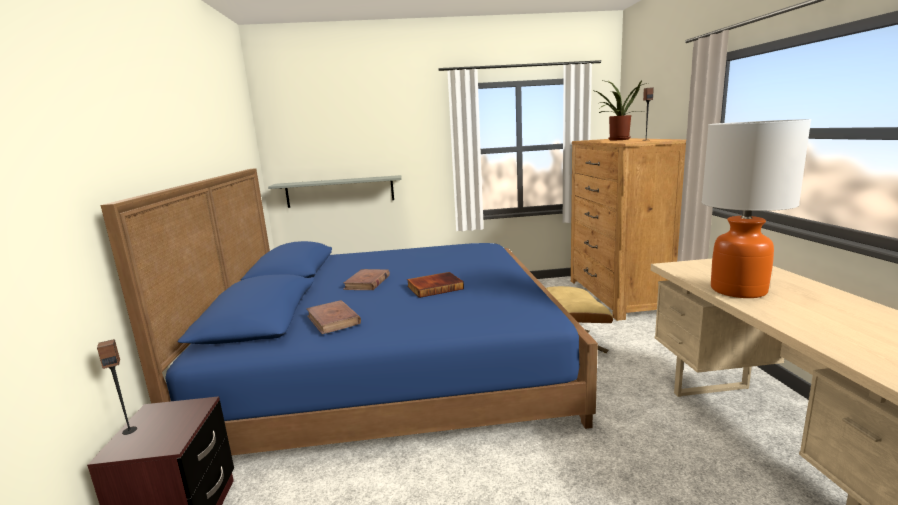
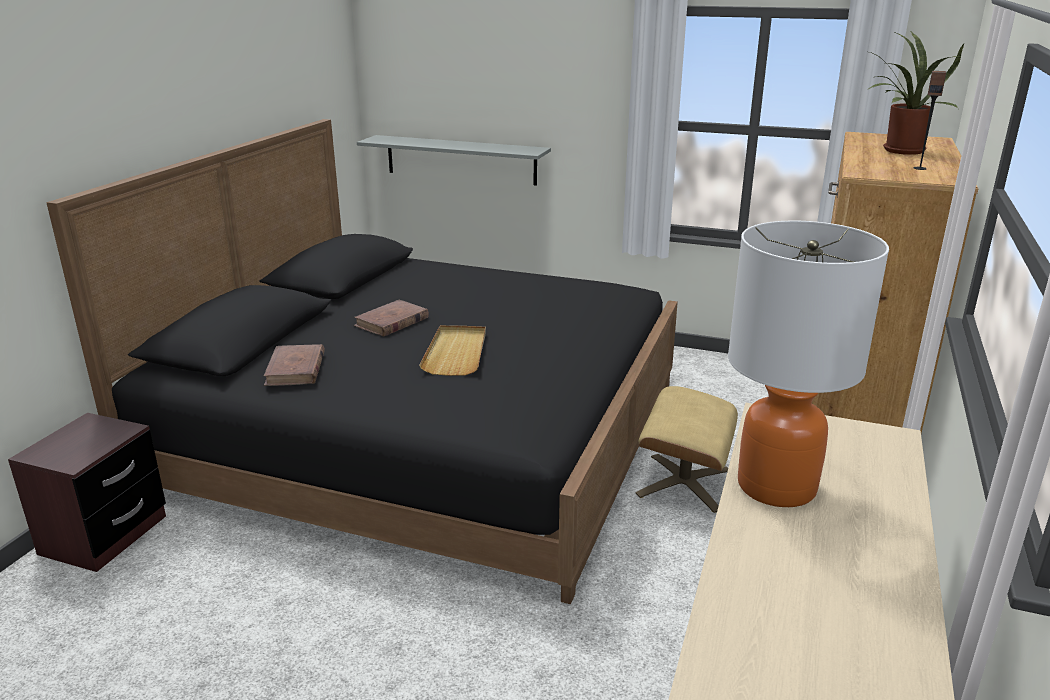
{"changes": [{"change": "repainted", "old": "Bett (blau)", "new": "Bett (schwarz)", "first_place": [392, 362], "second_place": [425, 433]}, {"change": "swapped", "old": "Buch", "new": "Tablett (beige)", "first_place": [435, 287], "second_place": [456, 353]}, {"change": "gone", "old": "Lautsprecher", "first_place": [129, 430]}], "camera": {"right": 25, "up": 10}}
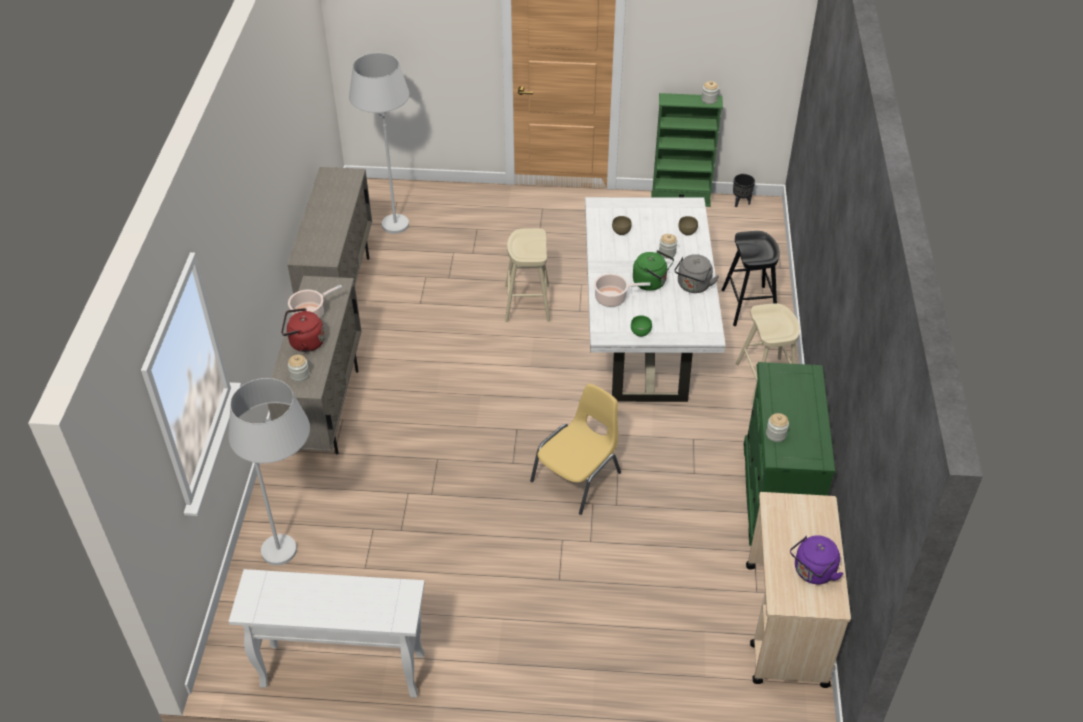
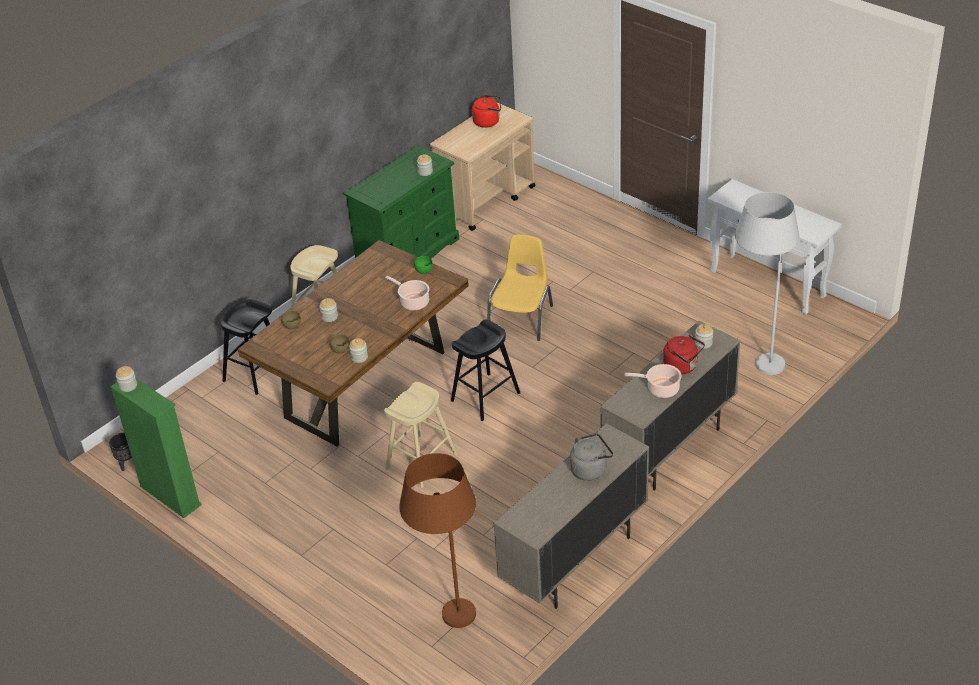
{"changes": [{"change": "repainted", "old": "Esstisch (weiß)", "new": "Esstisch (braun)", "first_place": [645, 340], "second_place": [366, 384]}, {"change": "new", "new": "Vorratsglas", "second_place": [359, 357]}, {"change": "repainted", "old": "Stehlampe (weiß)", "new": "Stehlampe (braun)", "first_place": [392, 215], "second_place": [451, 629]}, {"change": "new", "new": "Hocker (schwarz)", "second_place": [485, 397]}, {"change": "repainted", "old": "Wasserkessel (lila)", "new": "Wasserkessel (rot)", "first_place": [812, 572], "second_place": [488, 122]}, {"change": "rotated", "old": "Stuhl (gelb)", "first_place": [578, 477], "second_place": [521, 318], "degrees": 120}, {"change": "shifted", "old": "Wasserkessel (grau)", "first_place": [693, 286], "second_place": [590, 469]}, {"change": "gone", "old": "Wasserkessel (grün)", "first_place": [651, 282]}], "camera": {"right": -140, "up": -5}}
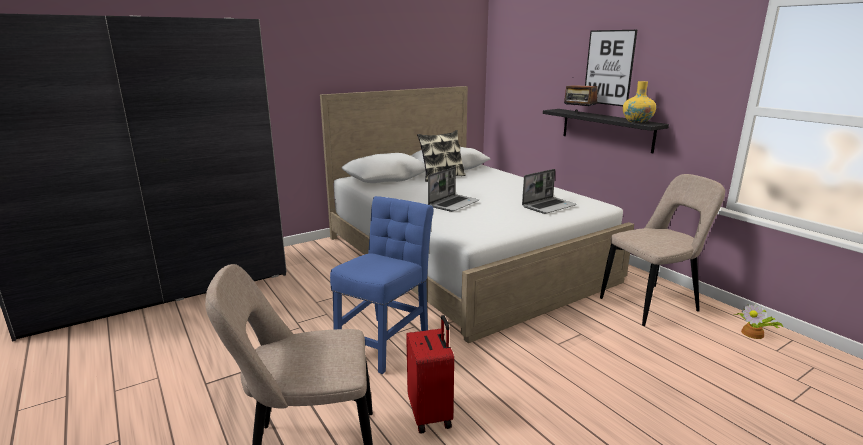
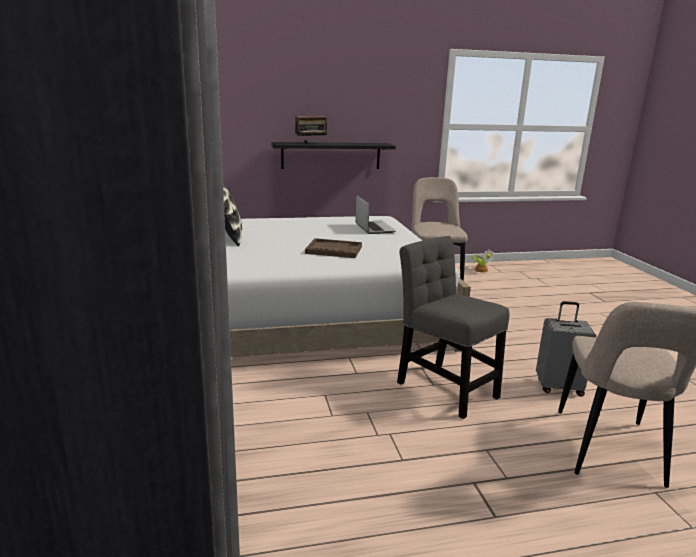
{"changes": [{"change": "swapped", "old": "Laptop", "new": "Tablett (braun)", "first_place": [453, 204], "second_place": [333, 250]}, {"change": "repainted", "old": "Stuhl (blau)", "new": "Stuhl (grau)", "first_place": [385, 341], "second_place": [443, 387]}, {"change": "repainted", "old": "Koffer (rot)", "new": "Koffer (grau)", "first_place": [431, 414], "second_place": [558, 387]}, {"change": "gone", "old": "Bild", "first_place": [609, 67]}, {"change": "gone", "old": "Vase (gelb)", "first_place": [637, 121]}], "camera": {"right": -70, "up": 0}}
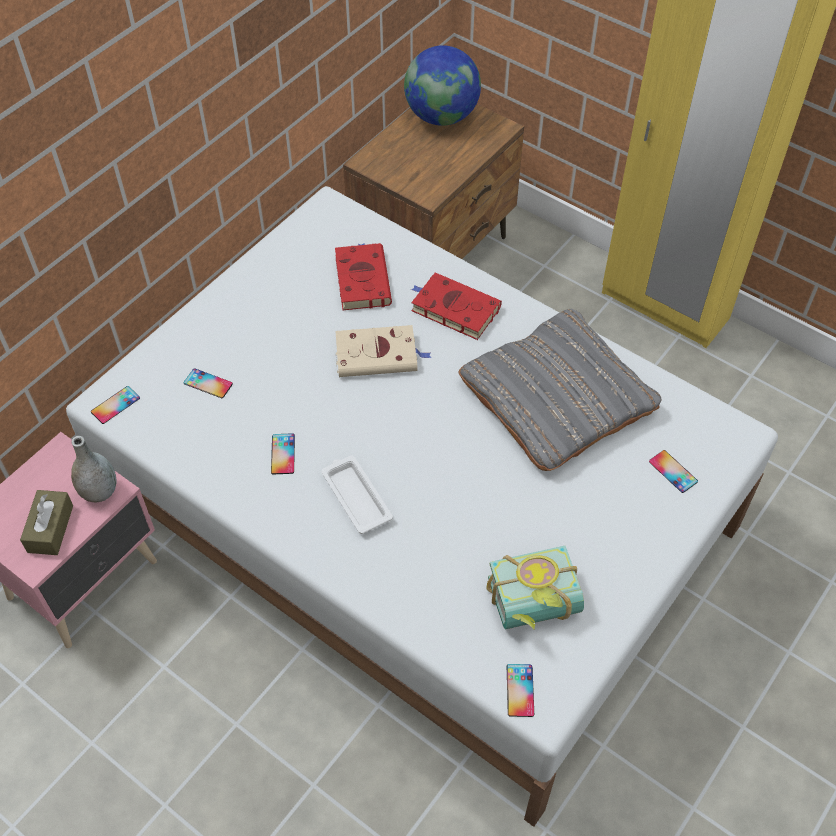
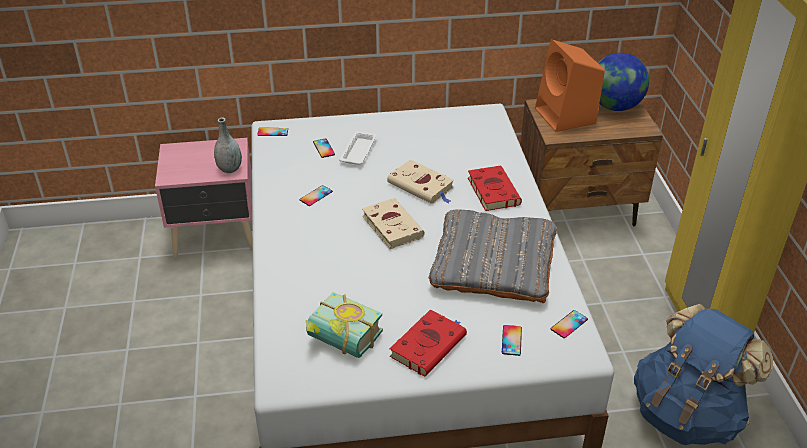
{"changes": [{"change": "shifted", "old": "Tablett (weiß)", "first_place": [355, 496], "second_place": [358, 150]}, {"change": "new", "new": "Buch (beige)", "second_place": [391, 226]}, {"change": "shifted", "old": "Buch (rot)", "first_place": [362, 279], "second_place": [429, 345]}, {"change": "new", "new": "Lautsprecher (orange)", "second_place": [566, 116]}, {"change": "shifted", "old": "Handy", "first_place": [520, 690], "second_place": [569, 324]}, {"change": "new", "new": "Rucksack (blau)", "second_place": [687, 414]}, {"change": "gone", "old": "Taschentuchbox (braun)", "first_place": [50, 528]}], "camera": {"right": 45, "up": -15}}
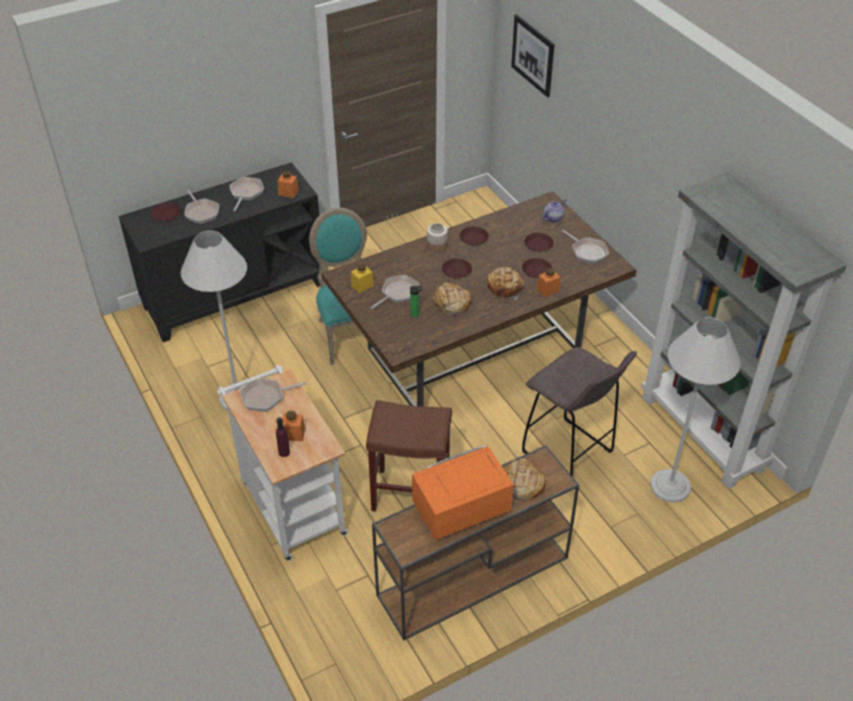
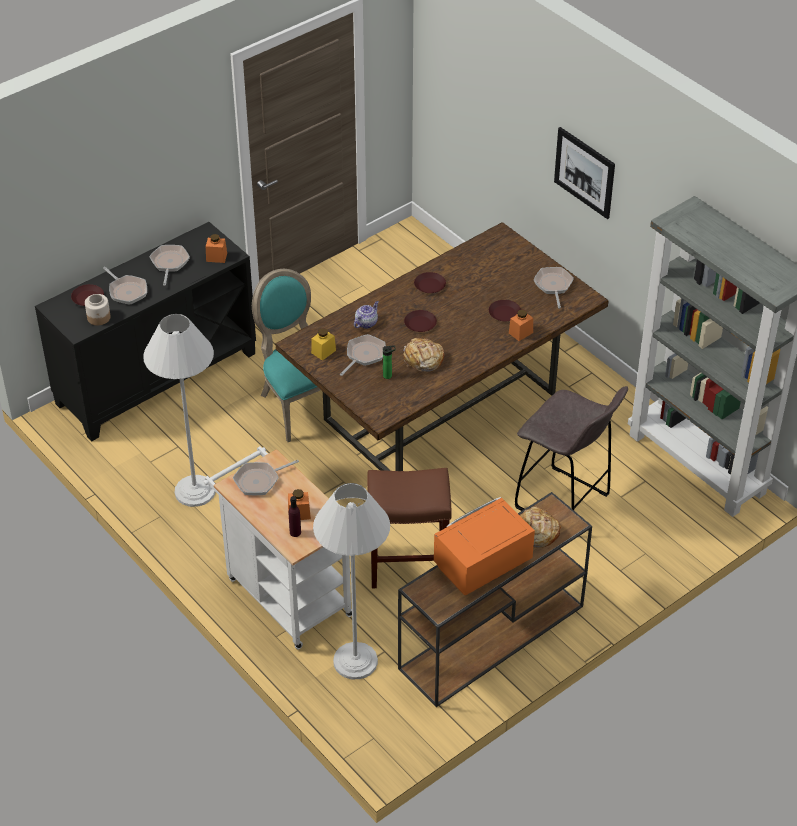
{"changes": [{"change": "shifted", "old": "Vorratsglas", "first_place": [437, 245], "second_place": [99, 318]}, {"change": "shifted", "old": "Stehlampe (weiß)", "first_place": [670, 486], "second_place": [355, 661]}, {"change": "shifted", "old": "Teekanne", "first_place": [553, 217], "second_place": [366, 323]}, {"change": "rotated", "old": "Pfanne", "first_place": [587, 251], "second_place": [553, 286], "degrees": -135}, {"change": "shifted", "old": "Bild", "first_place": [533, 55], "second_place": [584, 172]}, {"change": "gone", "old": "Brot", "first_place": [505, 287]}, {"change": "gone", "old": "Teller (braun)", "first_place": [538, 245]}], "camera": {"right": -10, "up": 0}}
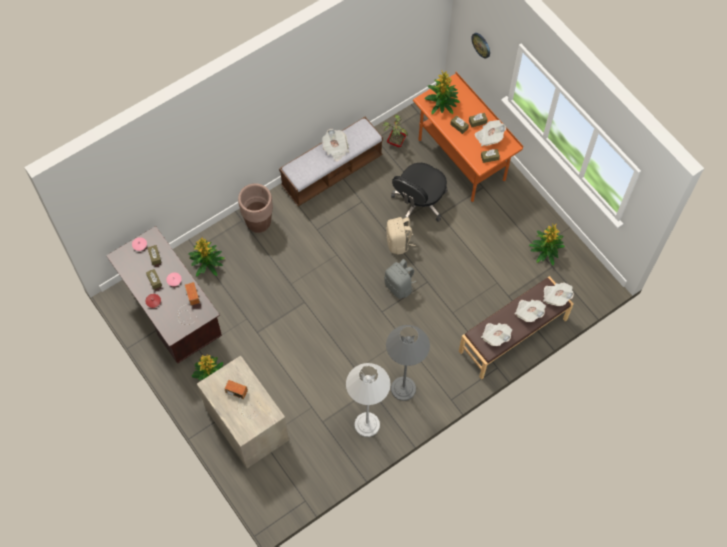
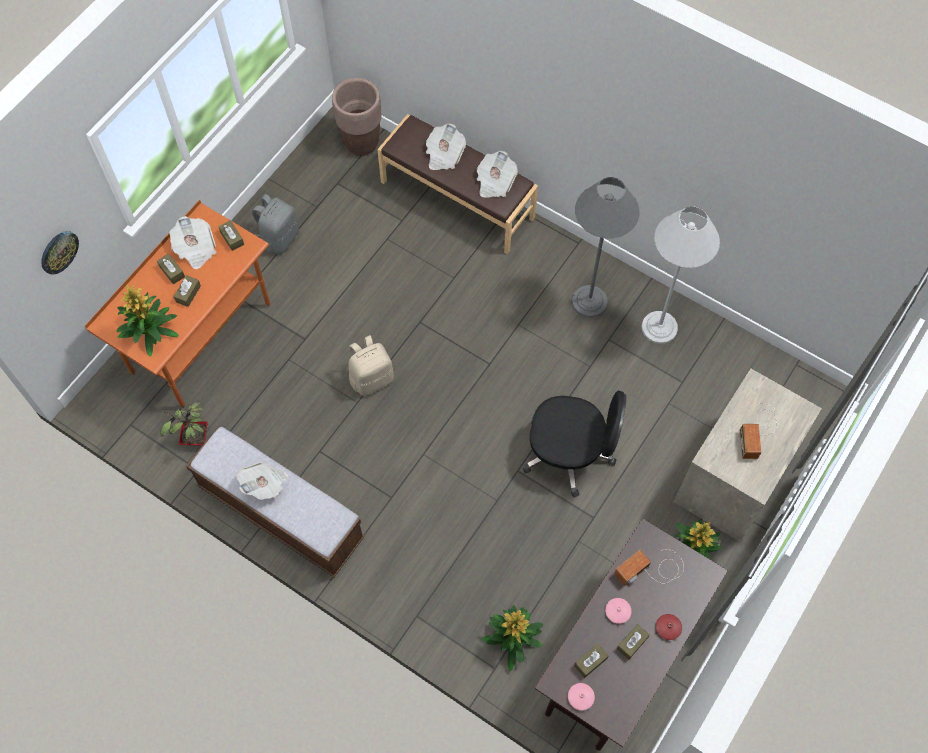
{"changes": [{"change": "shifted", "old": "Rucksack (grau)", "first_place": [399, 286], "second_place": [279, 238]}, {"change": "shifted", "old": "Pflanzkübel (braun)", "first_place": [258, 223], "second_place": [361, 143]}, {"change": "shifted", "old": "Bürostuhl (schwarz)", "first_place": [418, 203], "second_place": [569, 453]}, {"change": "gone", "old": "Topfpflanze", "first_place": [545, 250]}, {"change": "gone", "old": "Zeitung", "first_place": [556, 296]}], "camera": {"right": -110, "up": 0}}
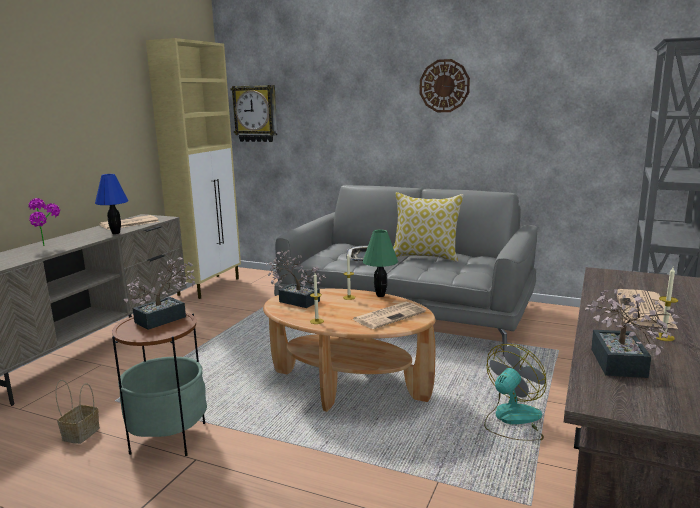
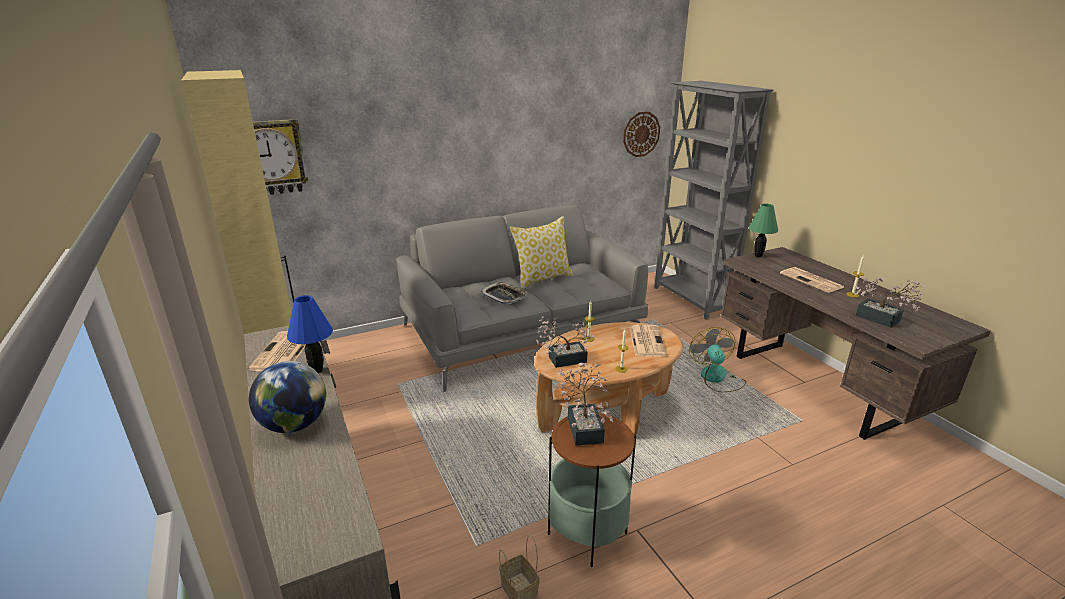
{"changes": [{"change": "swapped", "old": "Topfpflanze", "new": "Globus", "first_place": [49, 246], "second_place": [294, 425]}, {"change": "shifted", "old": "Wanduhr", "first_place": [444, 86], "second_place": [641, 134]}, {"change": "shifted", "old": "Tischlampe (grün)", "first_place": [380, 295], "second_place": [758, 256]}], "camera": {"right": -50, "up": 10}}
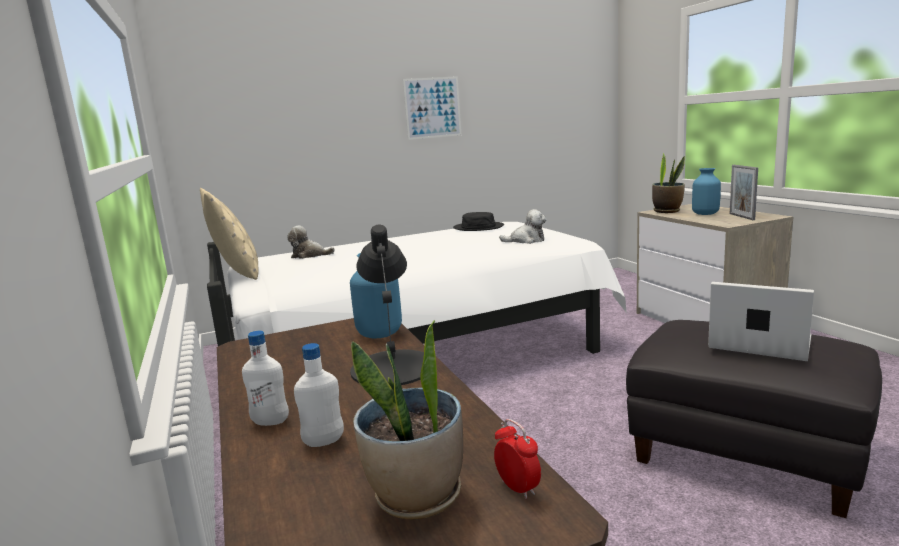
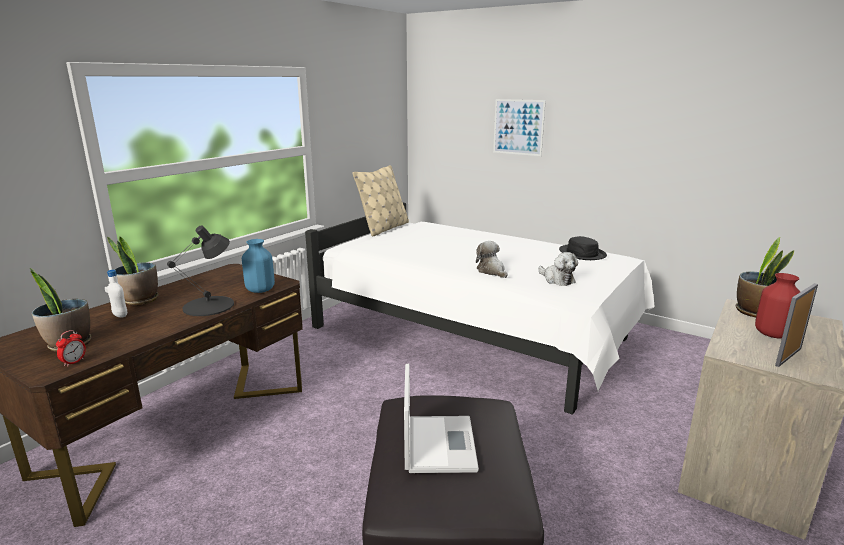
{"changes": [{"change": "swapped", "old": "Flasche (weiß)", "new": "Topfpflanze", "first_place": [270, 422], "second_place": [140, 300]}, {"change": "shifted", "old": "Plüschtier", "first_place": [309, 255], "second_place": [491, 271]}, {"change": "shifted", "old": "Bild", "first_place": [432, 108], "second_place": [518, 127]}, {"change": "repainted", "old": "Vase (blau)", "new": "Vase (rot)", "first_place": [705, 214], "second_place": [773, 334]}], "camera": {"right": 55, "up": 5}}
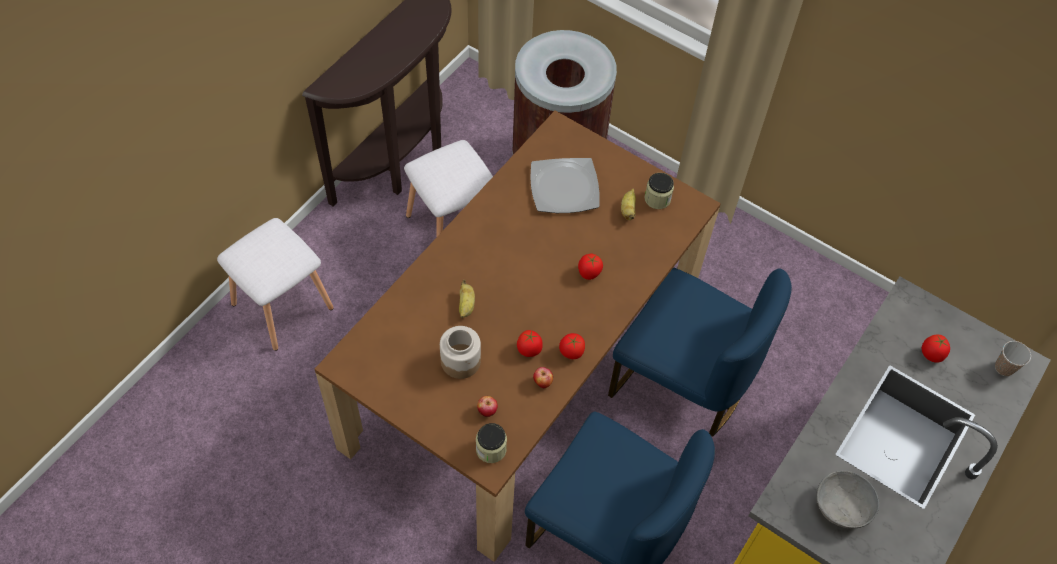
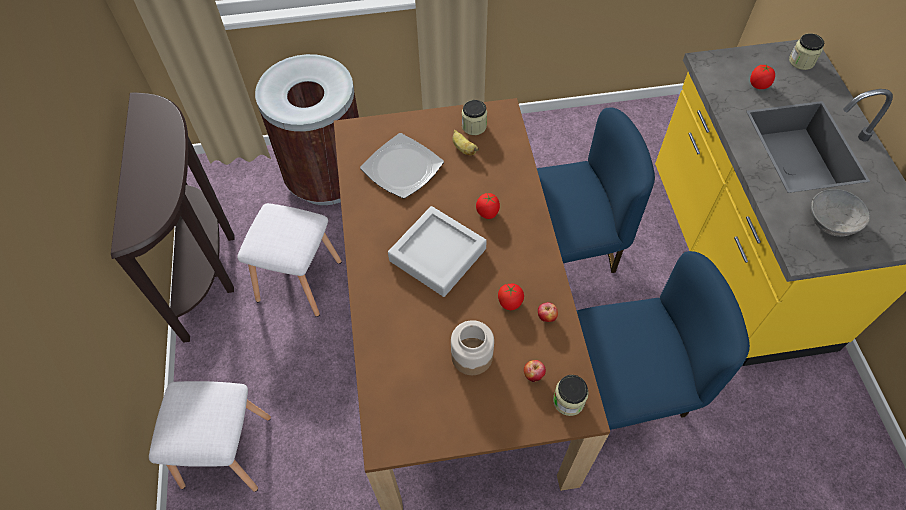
{"changes": [{"change": "new", "new": "Tablett (grau)", "second_place": [437, 255]}, {"change": "swapped", "old": "Tasse", "new": "Vorratsglas", "first_place": [1004, 368], "second_place": [801, 61]}, {"change": "gone", "old": "Banane", "first_place": [466, 305]}, {"change": "gone", "old": "Tomate", "first_place": [571, 352]}], "camera": {"right": -40, "up": 0}}
